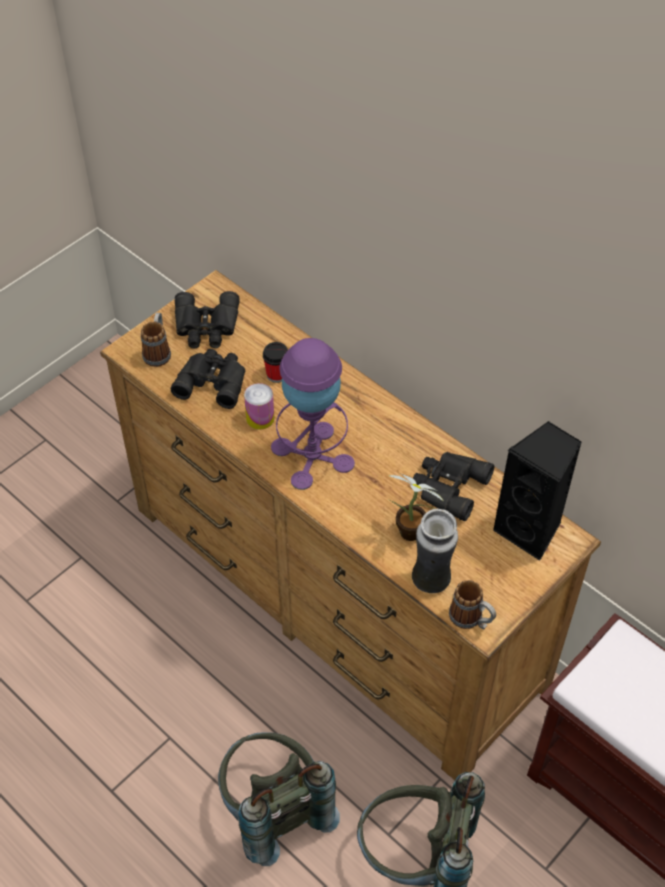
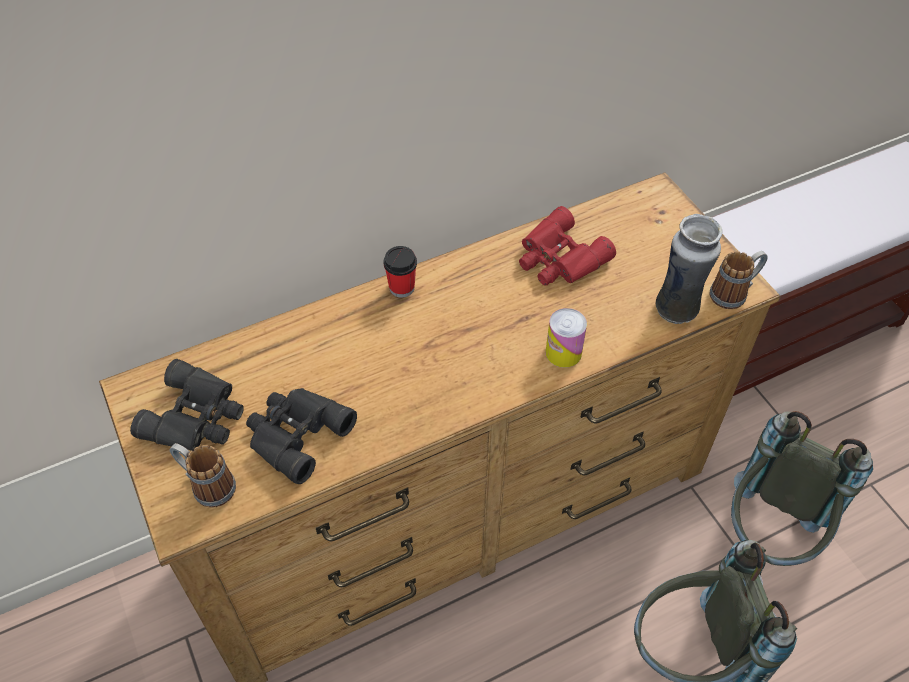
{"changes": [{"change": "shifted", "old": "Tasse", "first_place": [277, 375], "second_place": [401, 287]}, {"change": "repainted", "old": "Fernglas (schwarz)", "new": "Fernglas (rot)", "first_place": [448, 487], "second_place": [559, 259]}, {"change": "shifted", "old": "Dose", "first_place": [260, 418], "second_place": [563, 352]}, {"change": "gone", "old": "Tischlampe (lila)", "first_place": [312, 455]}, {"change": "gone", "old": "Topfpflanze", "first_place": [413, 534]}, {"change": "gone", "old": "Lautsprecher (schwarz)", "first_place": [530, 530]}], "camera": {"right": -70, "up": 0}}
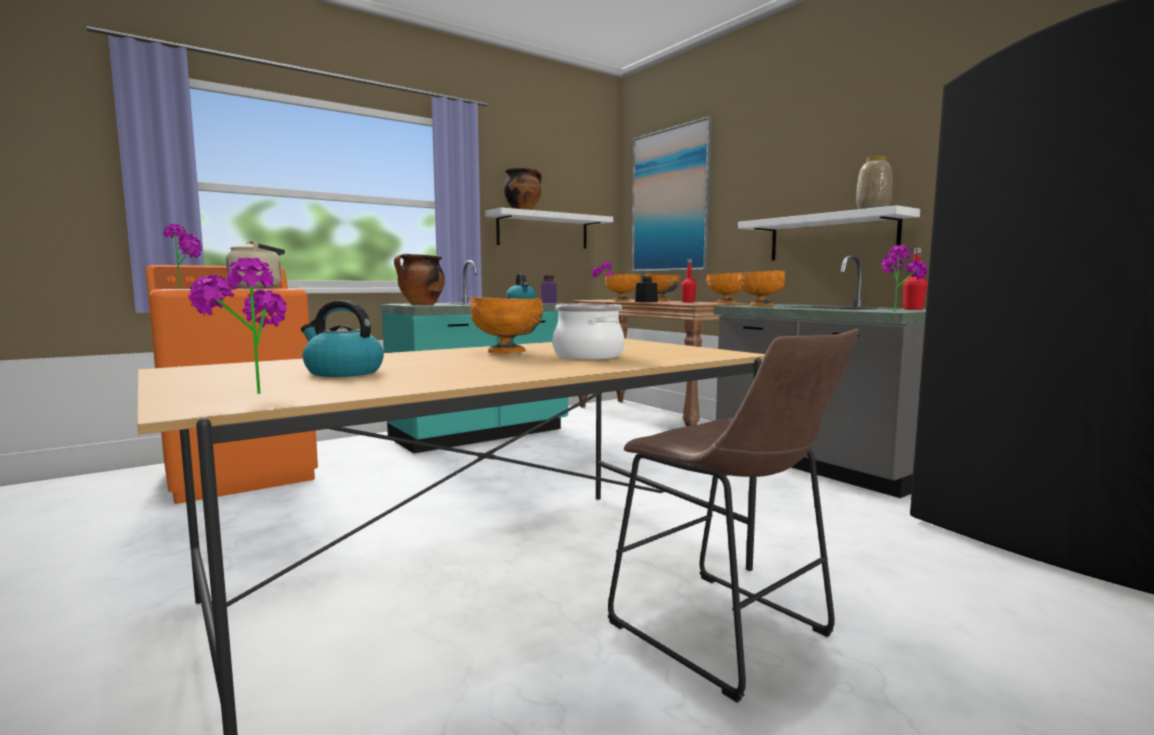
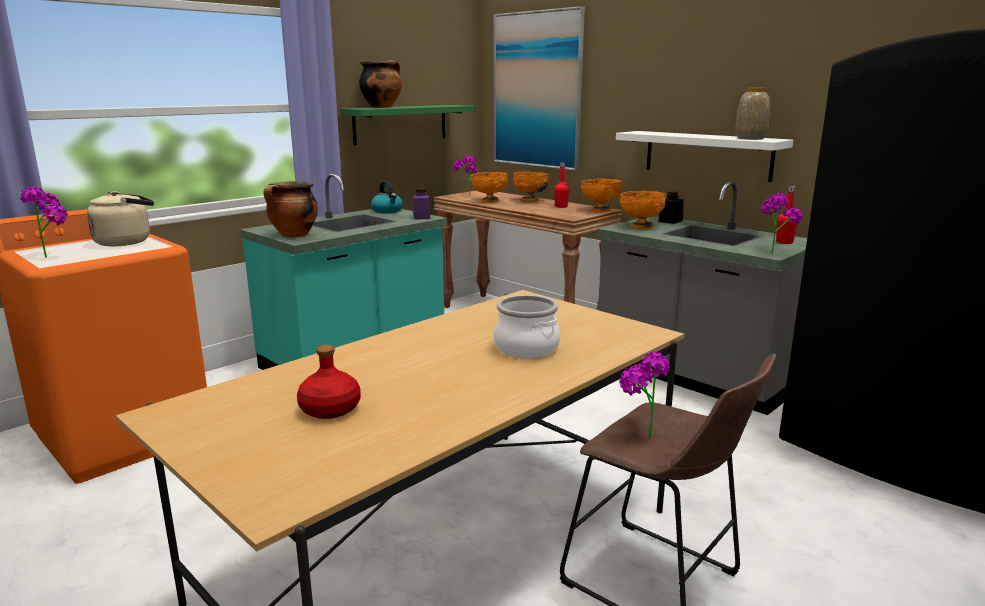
{"changes": [{"change": "swapped", "old": "Wasserkessel", "new": "Flasche (rot)", "first_place": [343, 372], "second_place": [330, 409]}, {"change": "repainted", "old": "Wandregal (weiß)", "new": "Wandregal (grün)", "first_place": [543, 231], "second_place": [400, 124]}, {"change": "shifted", "old": "Topfpflanze", "first_place": [248, 392], "second_place": [638, 435]}, {"change": "shifted", "old": "Vorratsglas (schwarz)", "first_place": [646, 301], "second_place": [670, 221]}, {"change": "gone", "old": "Schüssel (orange)", "first_place": [508, 353]}], "camera": {"right": -10, "up": 10}}
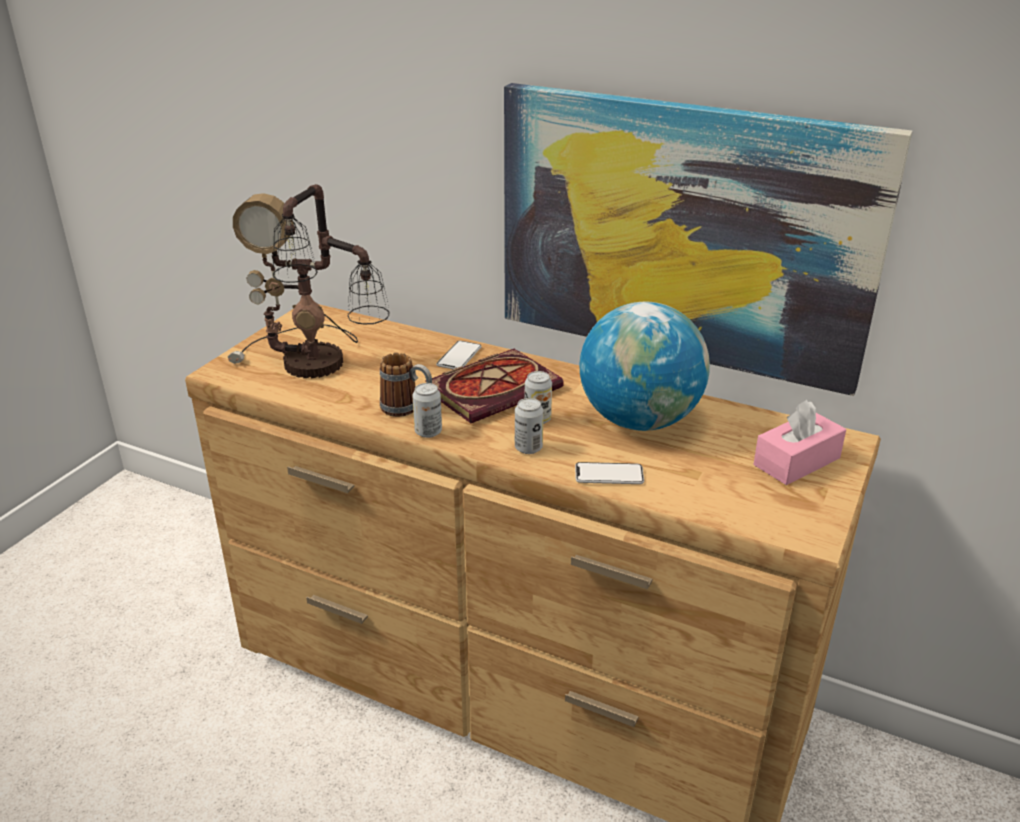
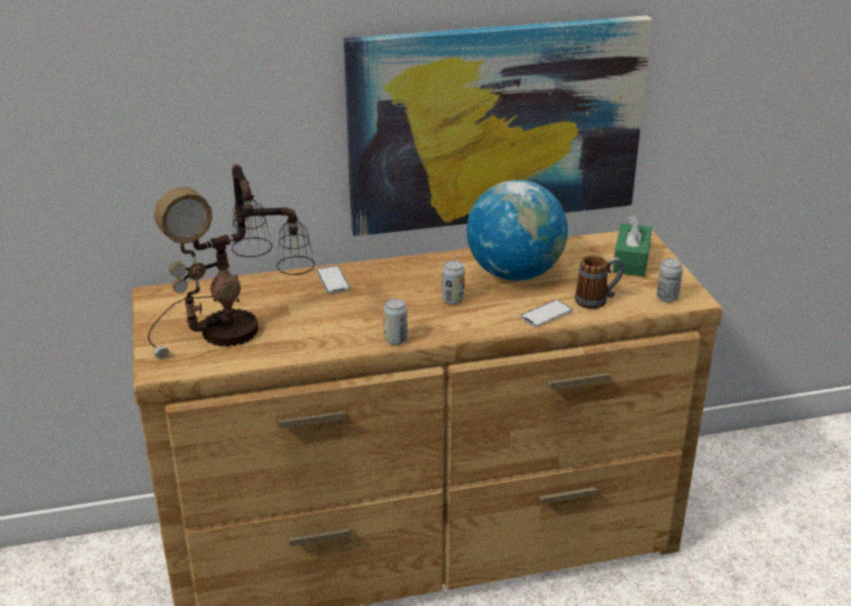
{"changes": [{"change": "shifted", "old": "Henkelbecher", "first_place": [407, 409], "second_place": [597, 300]}, {"change": "repainted", "old": "Taschentuchbox (rosa)", "new": "Taschentuchbox (grün)", "first_place": [796, 461], "second_place": [631, 260]}, {"change": "shifted", "old": "Dose", "first_place": [528, 448], "second_place": [667, 298]}, {"change": "gone", "old": "Buch", "first_place": [495, 388]}], "camera": {"right": -40, "up": 0}}
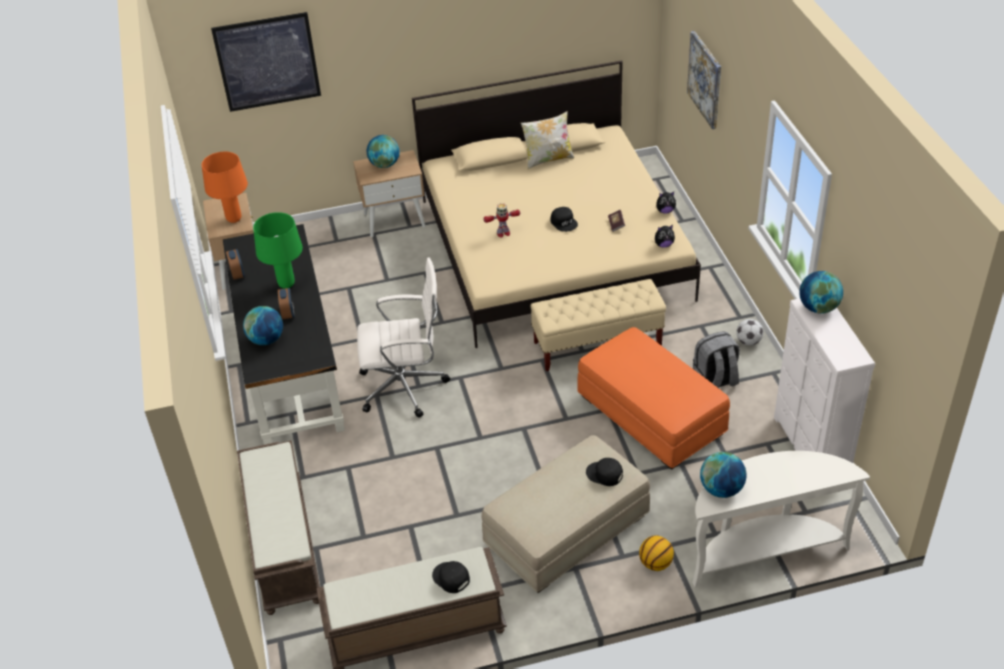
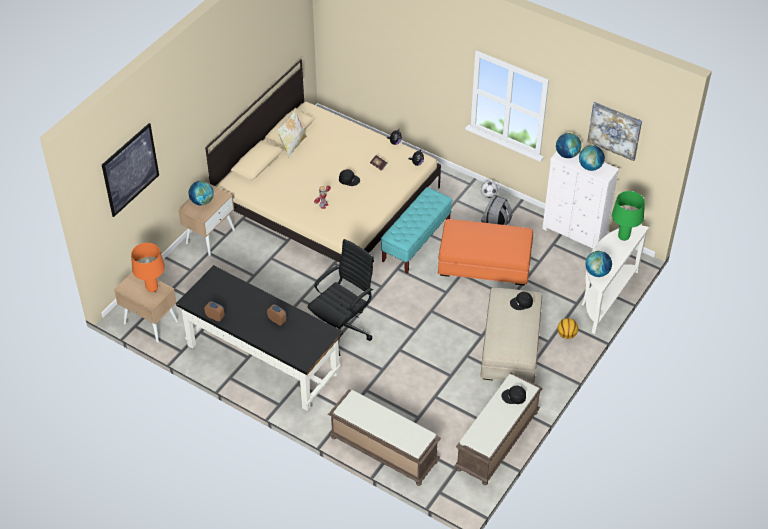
{"changes": [{"change": "repainted", "old": "Bürostuhl (weiß)", "new": "Bürostuhl (schwarz)", "first_place": [405, 386], "second_place": [342, 329]}, {"change": "repainted", "old": "Bank (beige)", "new": "Bank (türkis)", "first_place": [597, 344], "second_place": [416, 242]}, {"change": "shifted", "old": "Globus", "first_place": [266, 340], "second_place": [590, 167]}, {"change": "shifted", "old": "Bild", "first_place": [705, 79], "second_place": [614, 130]}, {"change": "shifted", "old": "Tischlampe (grün)", "first_place": [286, 284], "second_place": [623, 237]}], "camera": {"right": -45, "up": 5}}
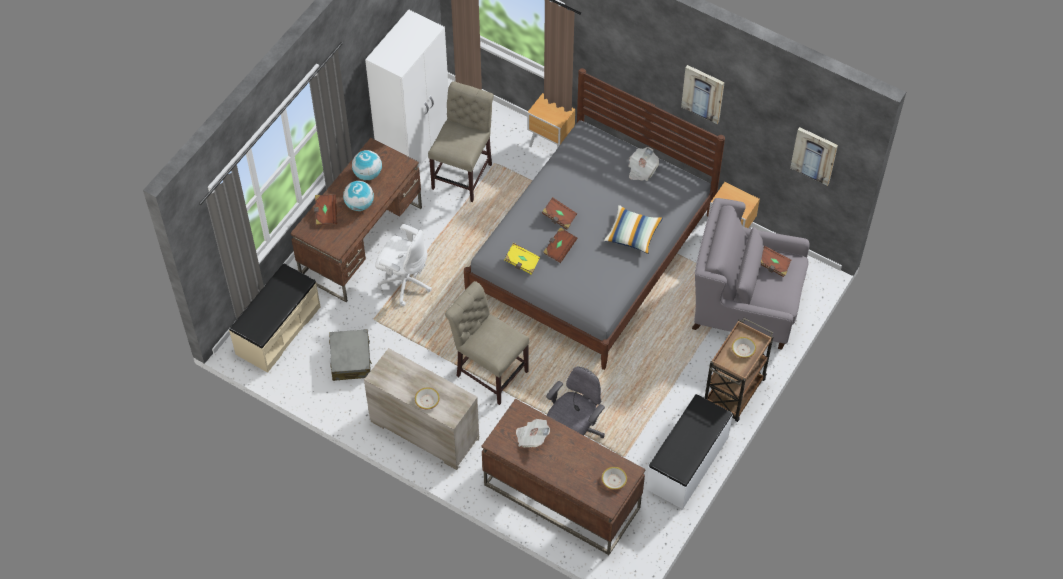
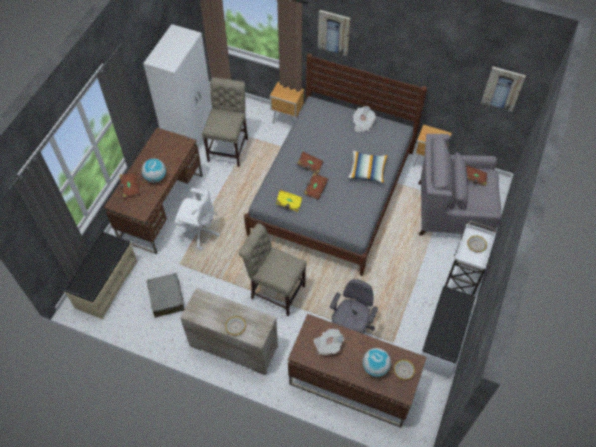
{"changes": [{"change": "shifted", "old": "Bild", "first_place": [703, 93], "second_place": [334, 32]}, {"change": "shifted", "old": "Globus", "first_place": [368, 174], "second_place": [375, 367]}, {"change": "repainted", "old": "Rollwagen (braun)", "new": "Rollwagen (weiß)", "first_place": [733, 393], "second_place": [462, 279]}], "camera": {"right": -10, "up": 0}}
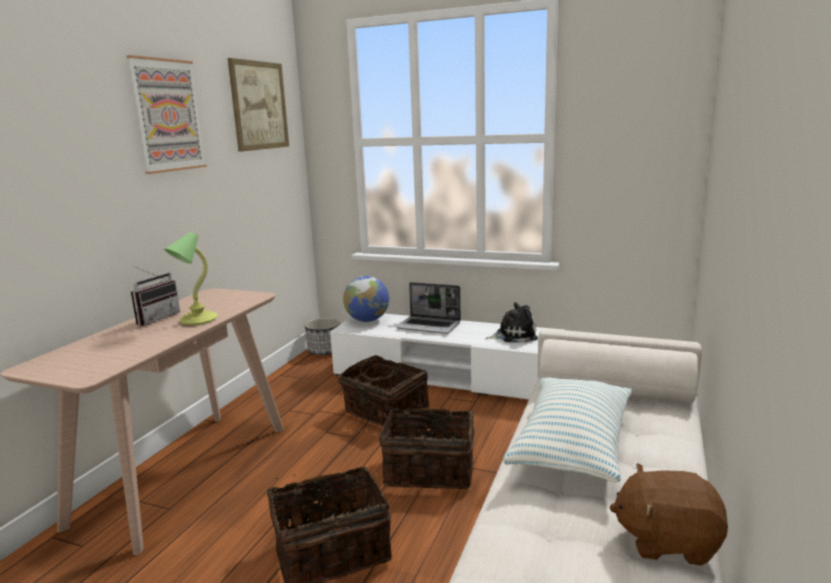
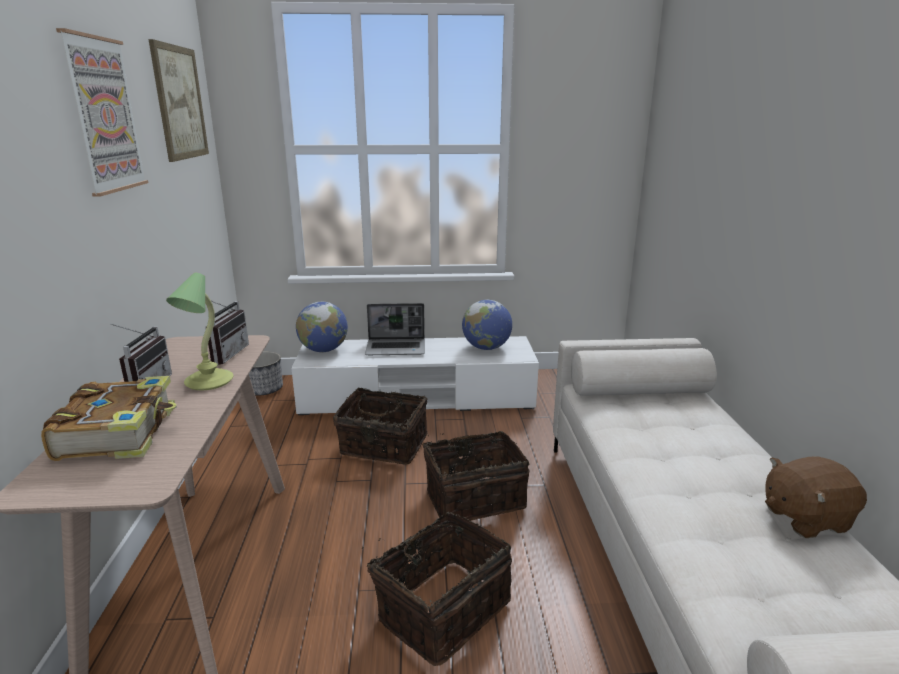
{"changes": [{"change": "new", "new": "Buch", "second_place": [120, 432]}, {"change": "new", "new": "Radio", "second_place": [225, 354]}, {"change": "swapped", "old": "Plüschtier", "new": "Globus", "first_place": [514, 335], "second_place": [486, 348]}, {"change": "gone", "old": "Kissen", "first_place": [572, 446]}], "camera": {"right": -25, "up": 5}}
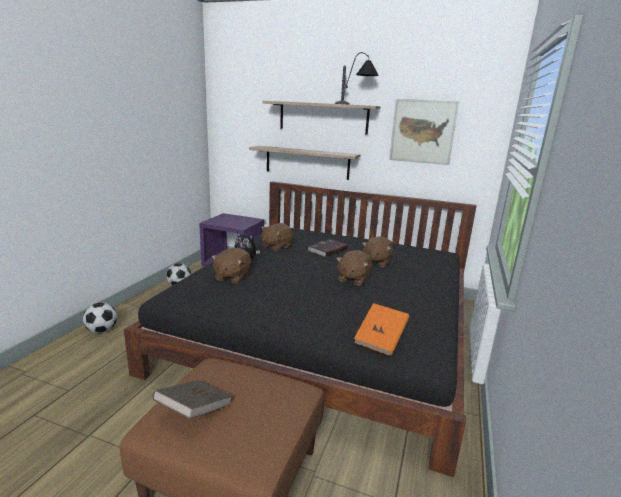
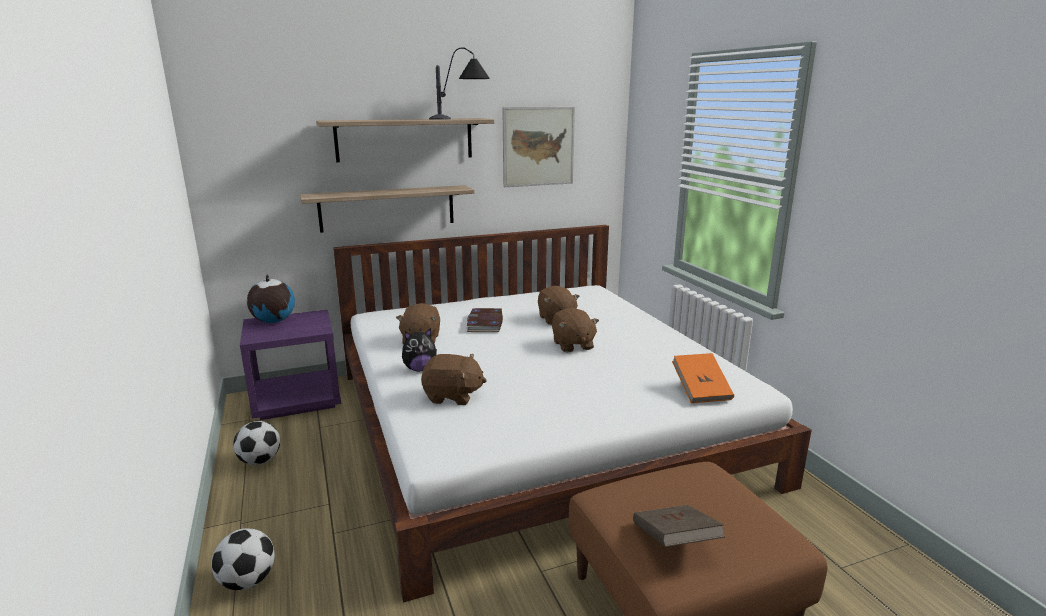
{"changes": [{"change": "new", "new": "Globus", "second_place": [273, 321]}, {"change": "repainted", "old": "Bett (schwarz)", "new": "Bett (weiß)", "first_place": [326, 329], "second_place": [535, 423]}, {"change": "rotated", "old": "Plüschtier (braun)", "first_place": [232, 277], "second_place": [453, 396], "degrees": -60}], "camera": {"right": -40, "up": 0}}
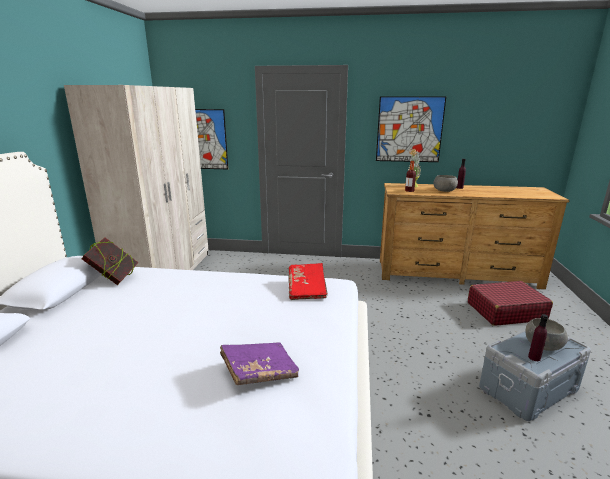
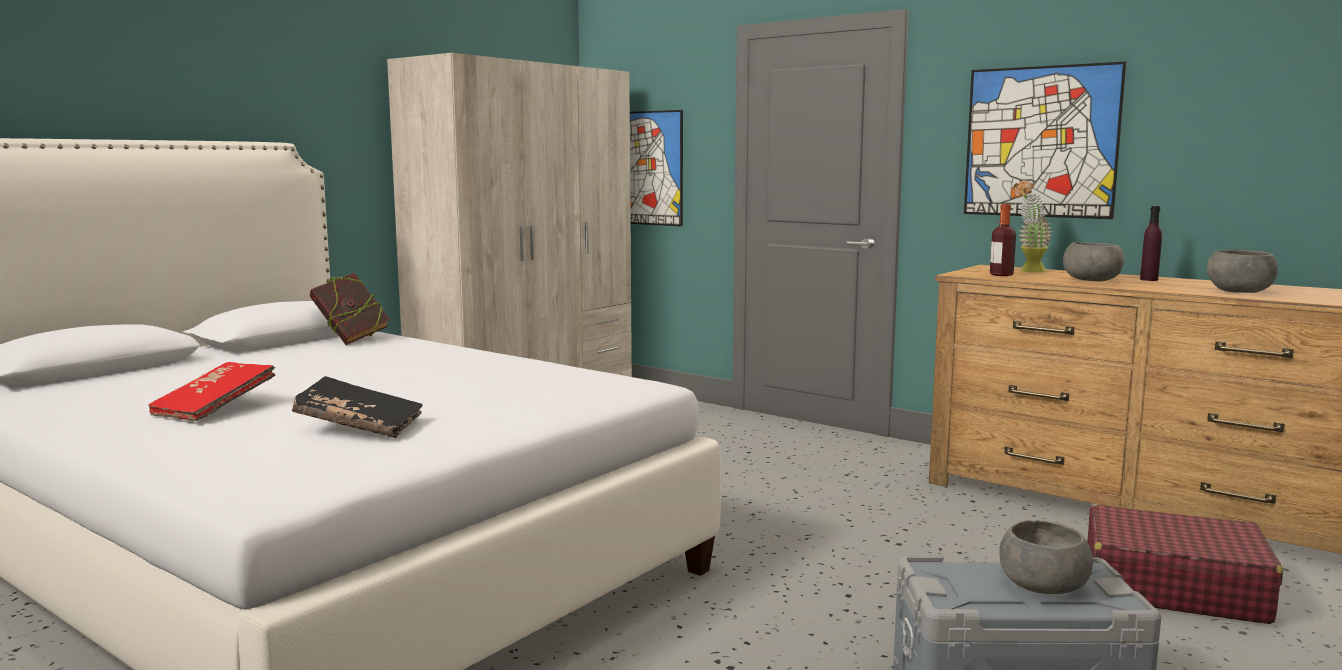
{"changes": [{"change": "shifted", "old": "Buch (rot)", "first_place": [307, 289], "second_place": [215, 409]}, {"change": "repainted", "old": "Buch (lila)", "new": "Buch (schwarz)", "first_place": [259, 372], "second_place": [359, 427]}, {"change": "new", "new": "Schüssel (grau)", "second_place": [1239, 291]}, {"change": "gone", "old": "Flasche (lila)", "first_place": [534, 357]}], "camera": {"right": 30, "up": -10}}
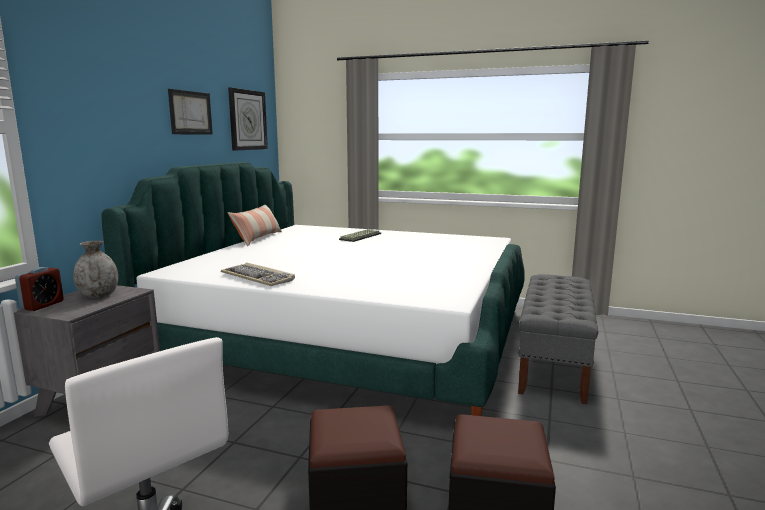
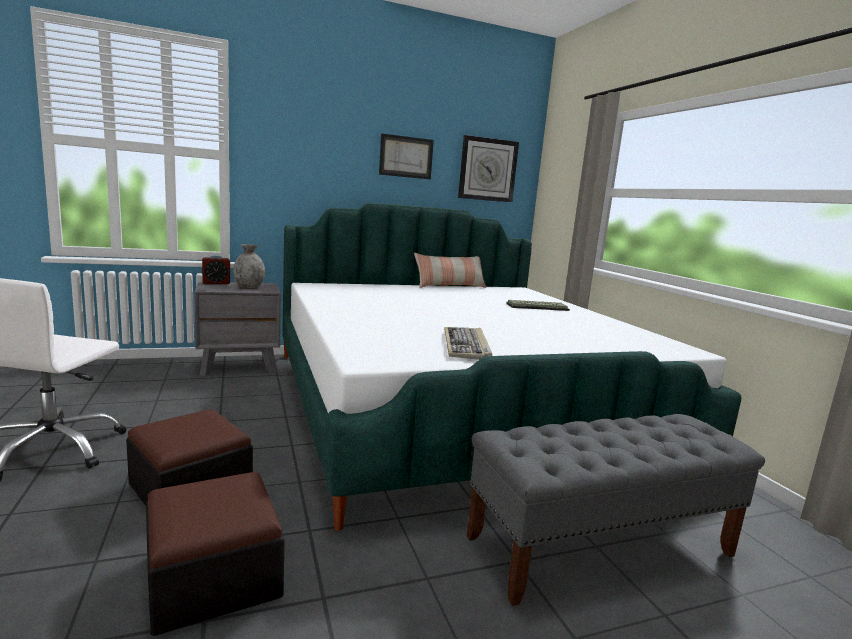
{"changes": [{"change": "shifted", "old": "Tastatur", "first_place": [258, 277], "second_place": [466, 346]}], "camera": {"right": 50, "up": 0}}
